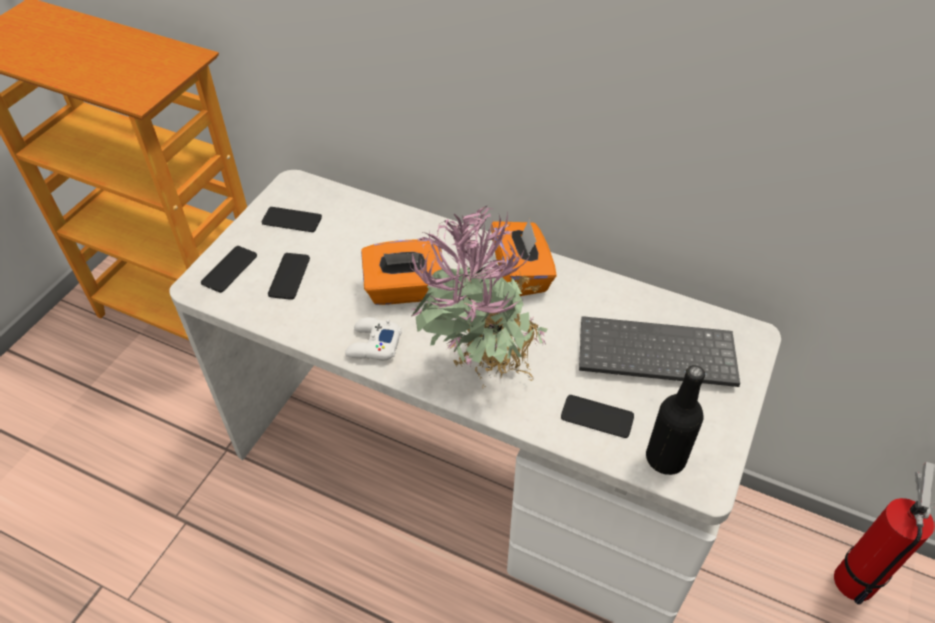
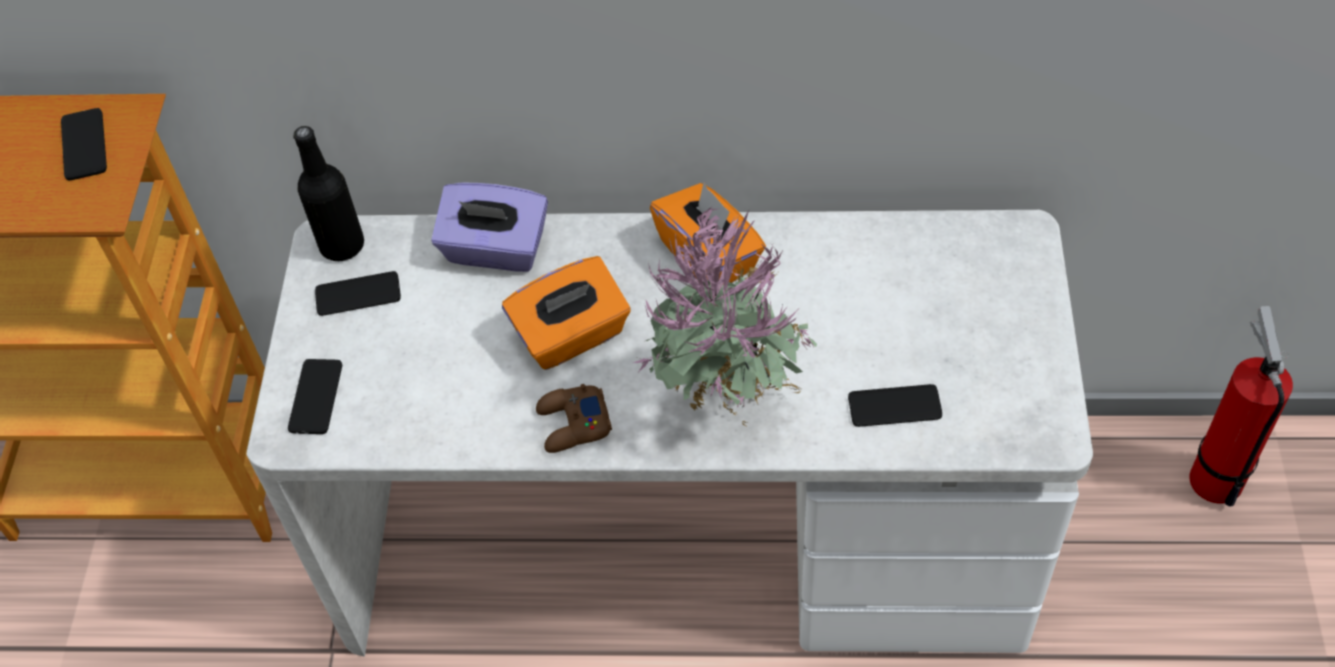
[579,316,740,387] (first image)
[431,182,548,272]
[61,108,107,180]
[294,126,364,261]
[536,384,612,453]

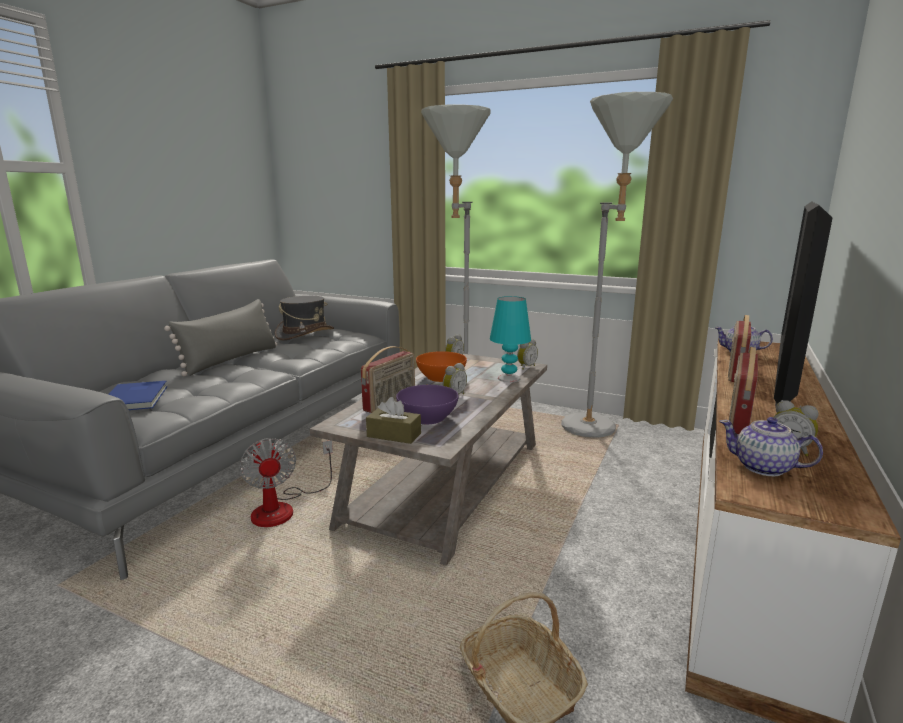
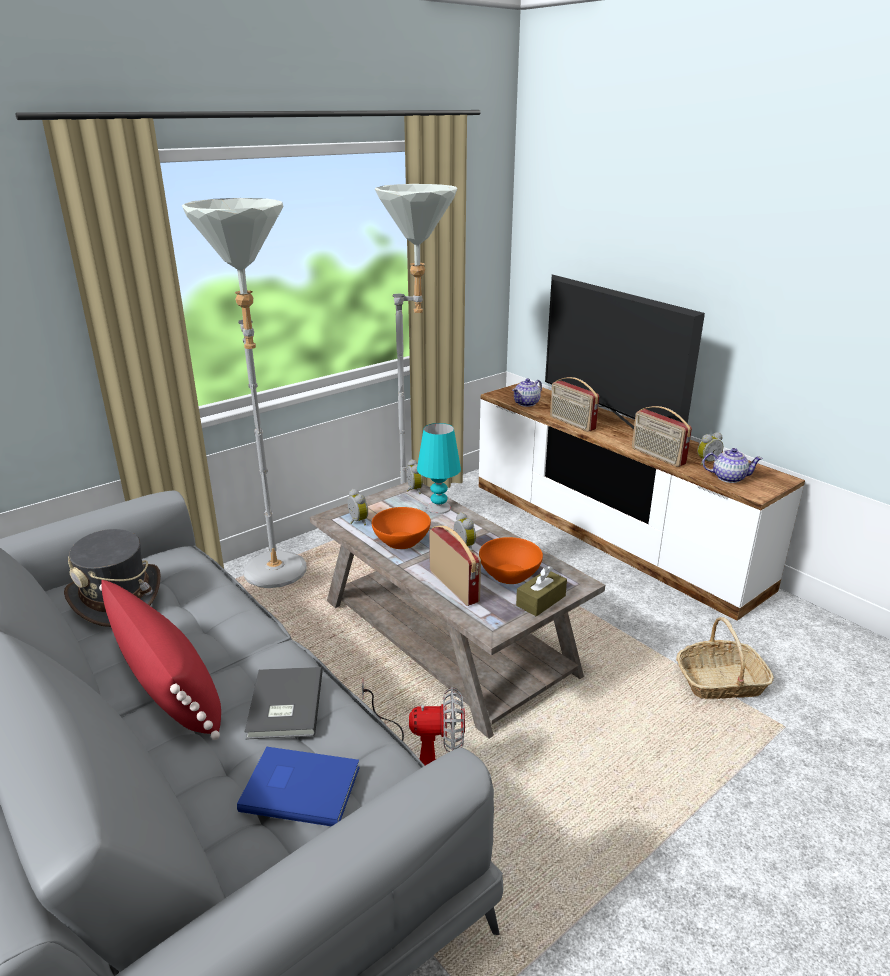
[245,667,323,739]
[99,580,221,740]
[479,537,543,584]
[703,448,763,483]

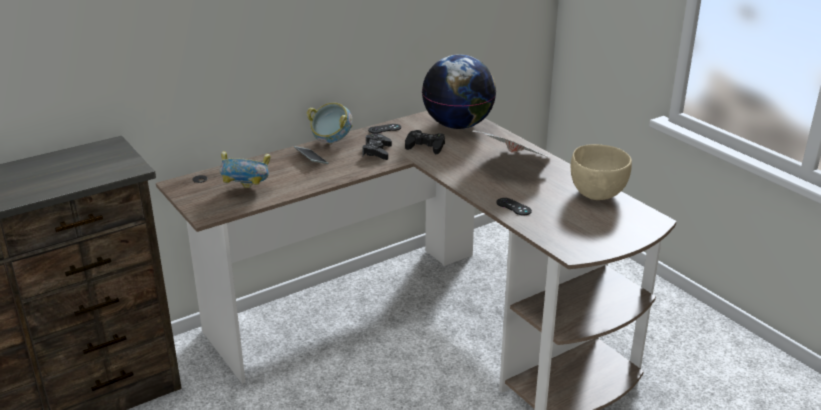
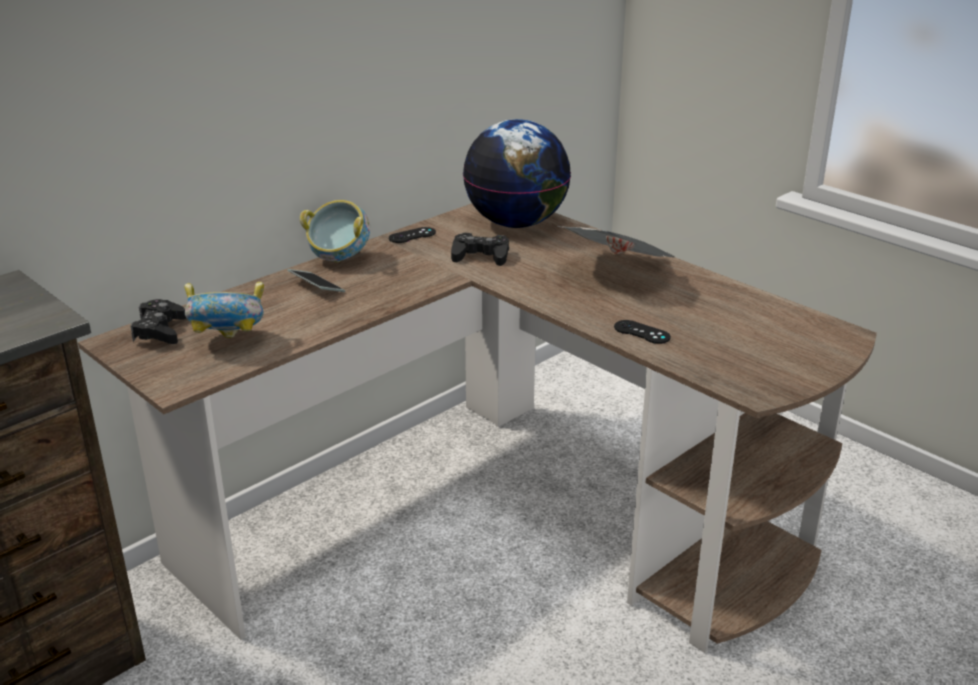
[571,144,632,200] (first image)
[131,299,186,344]

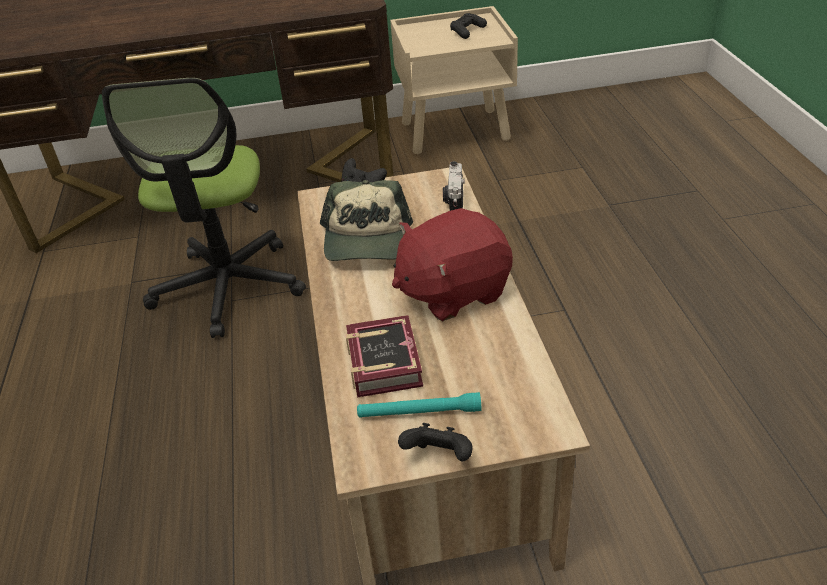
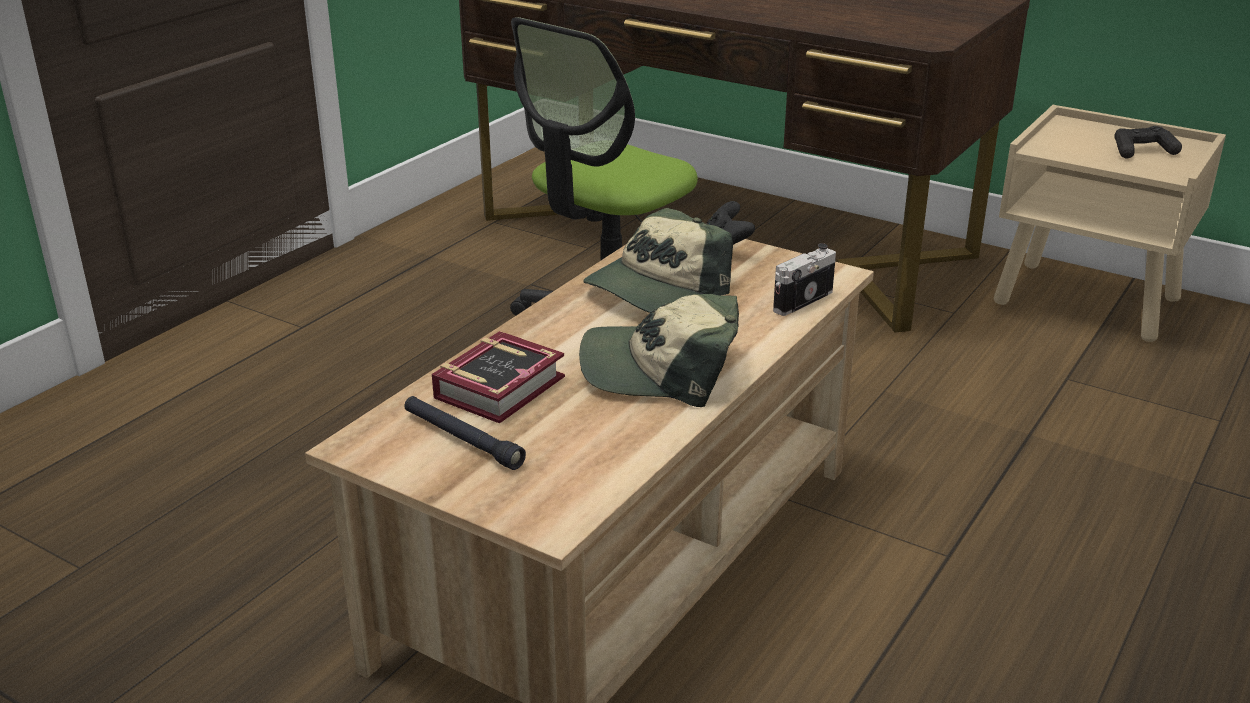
[398,423,472,461] (first image)
[579,294,739,407]
[405,396,526,470]

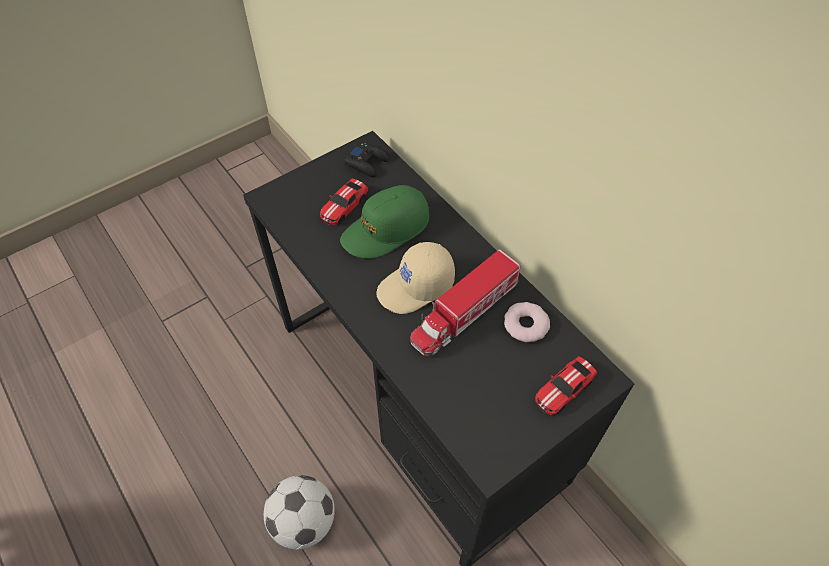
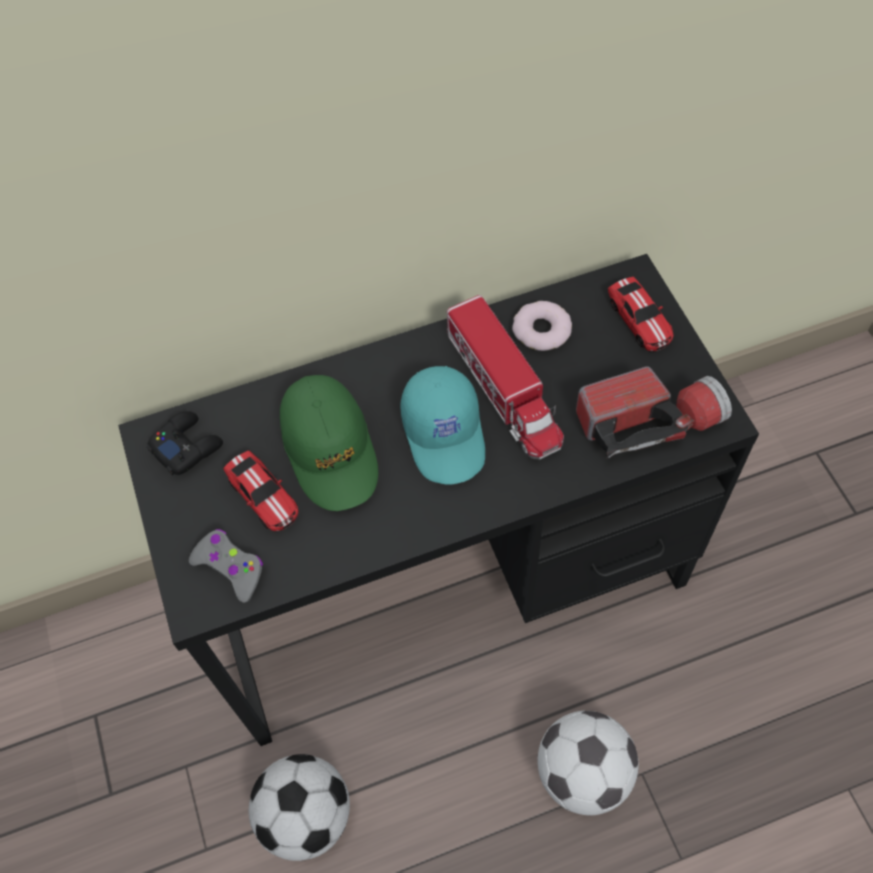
[189,529,263,603]
[248,754,350,861]
[576,366,732,458]
[400,366,485,485]

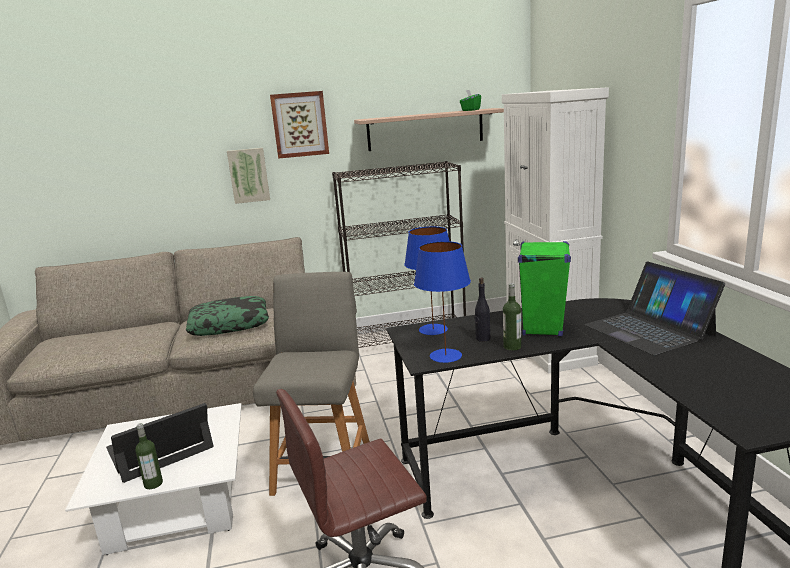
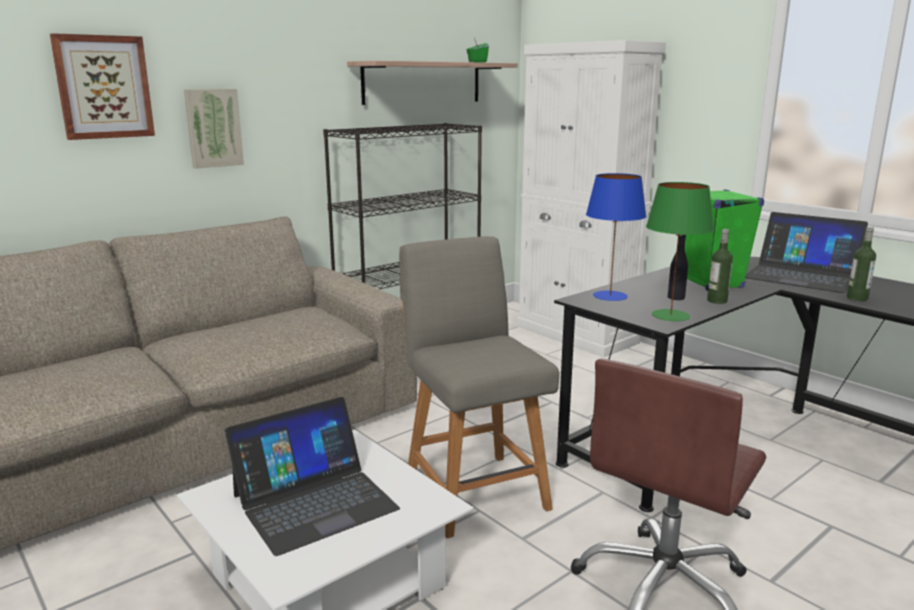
[186,296,269,336] (first image)
[847,227,876,301]
[50,33,155,140]
[646,182,714,321]
[225,397,400,556]

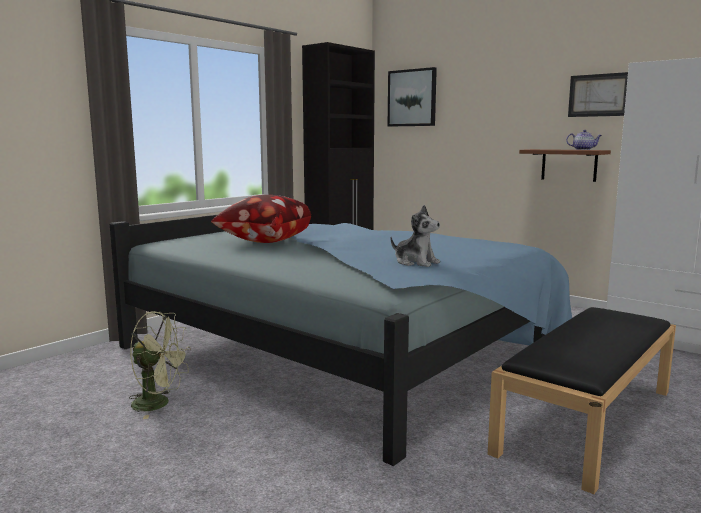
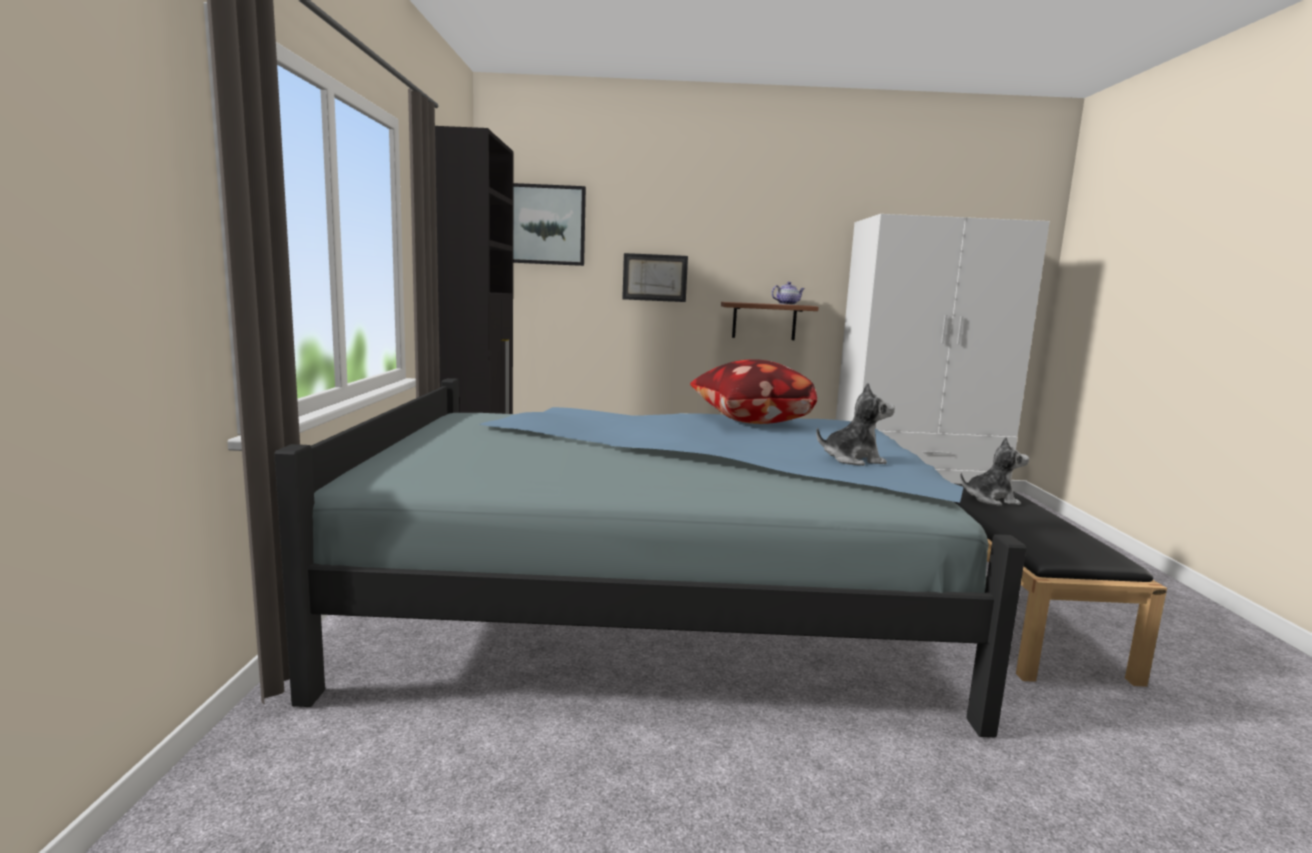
[129,311,191,419] (first image)
[960,437,1029,506]
[690,359,817,424]
[622,253,688,302]

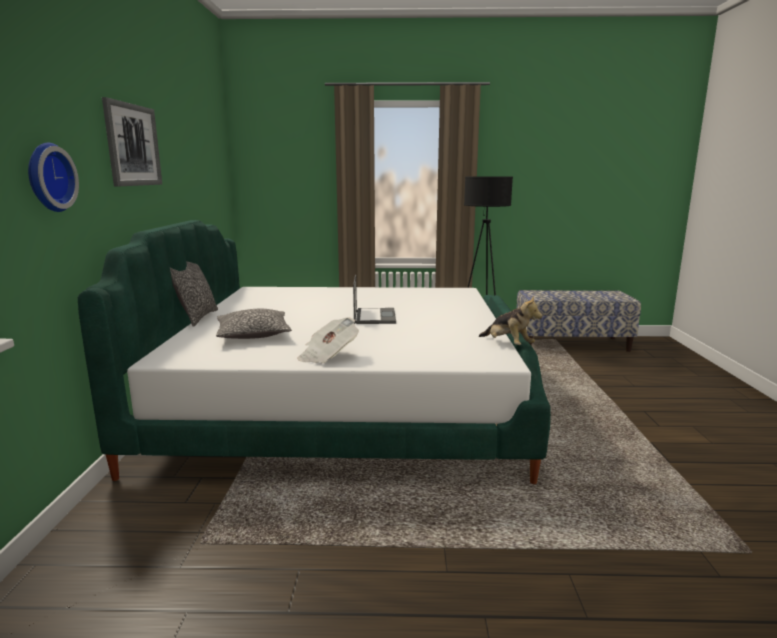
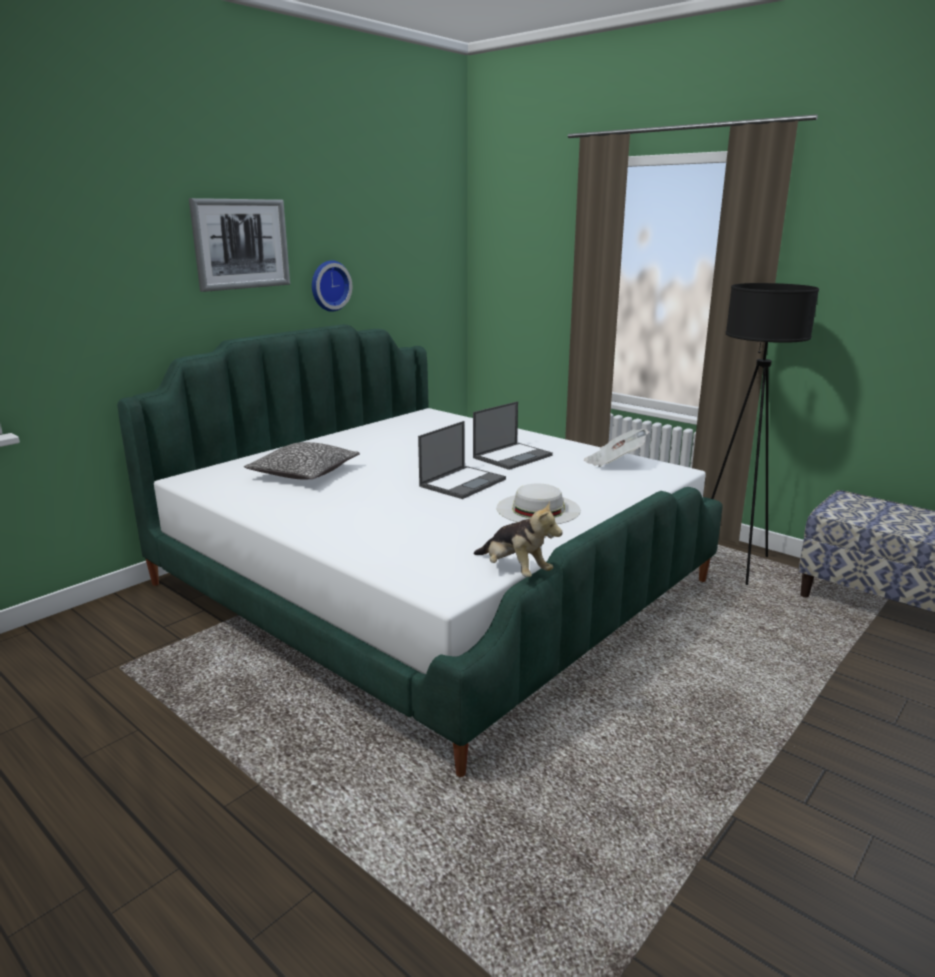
[170,261,218,327] (first image)
[473,401,553,470]
[497,483,581,524]
[312,260,352,312]
[584,429,649,467]
[474,501,563,577]

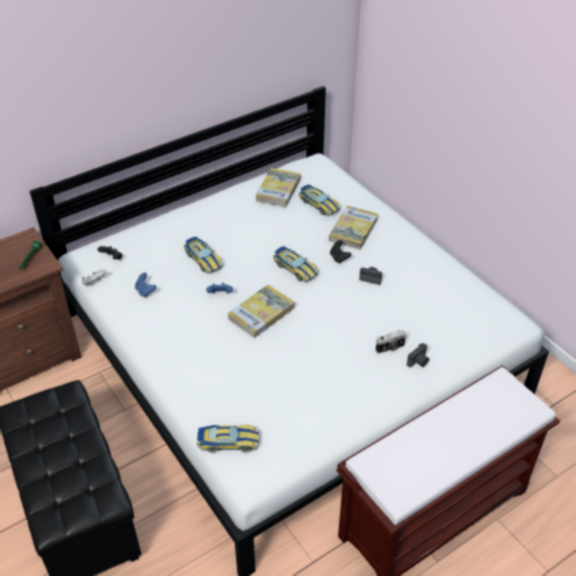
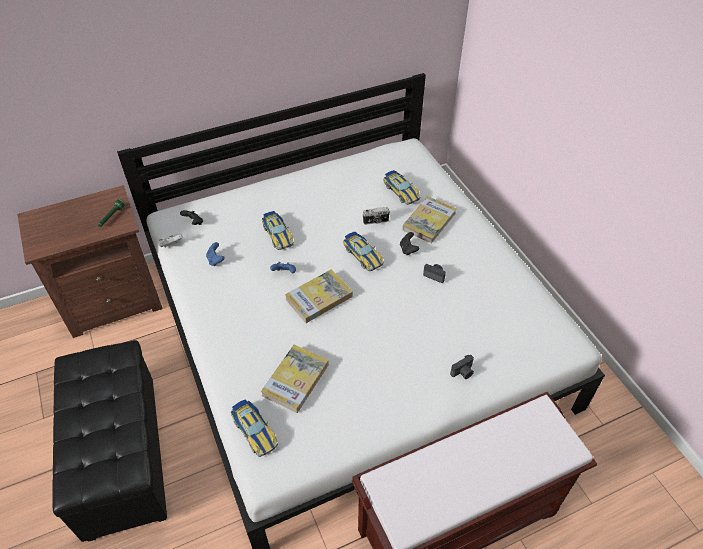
[261,345,329,413]
[363,207,390,225]
[230,399,278,457]

